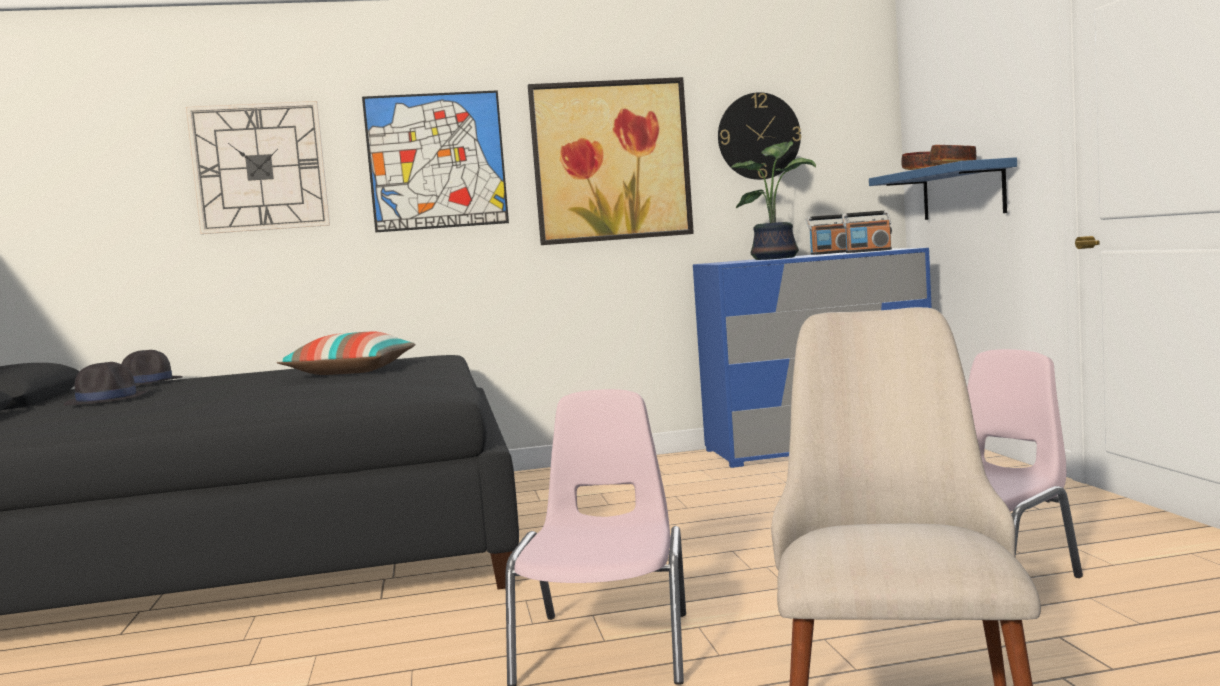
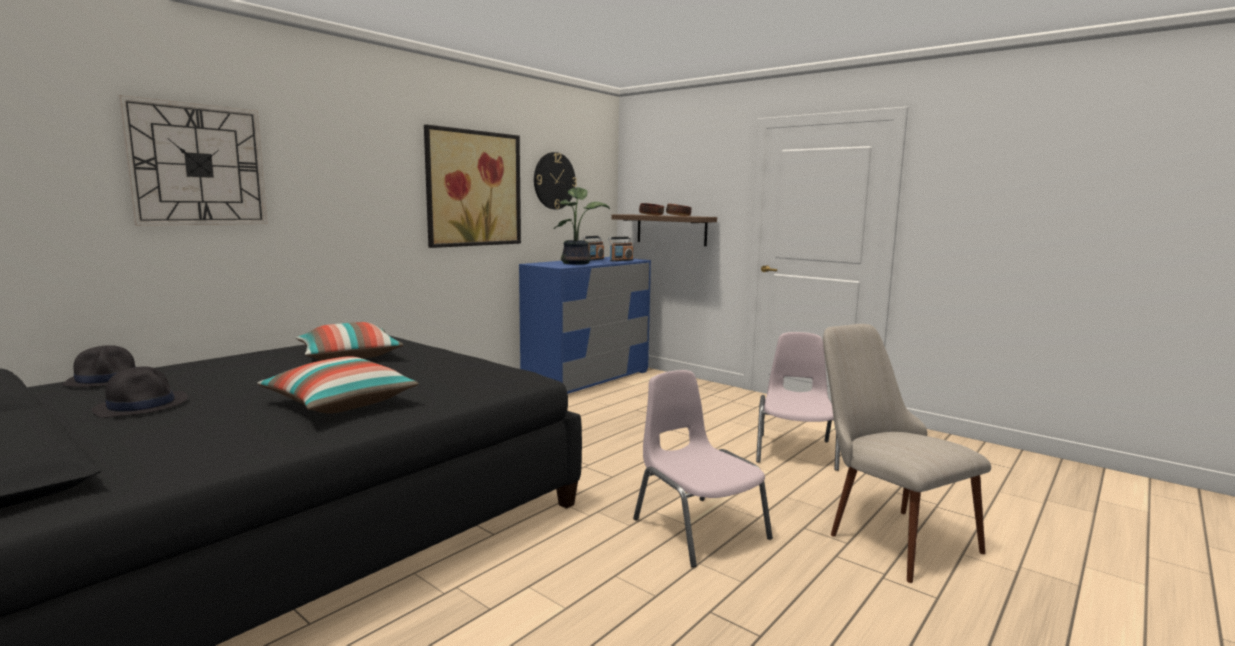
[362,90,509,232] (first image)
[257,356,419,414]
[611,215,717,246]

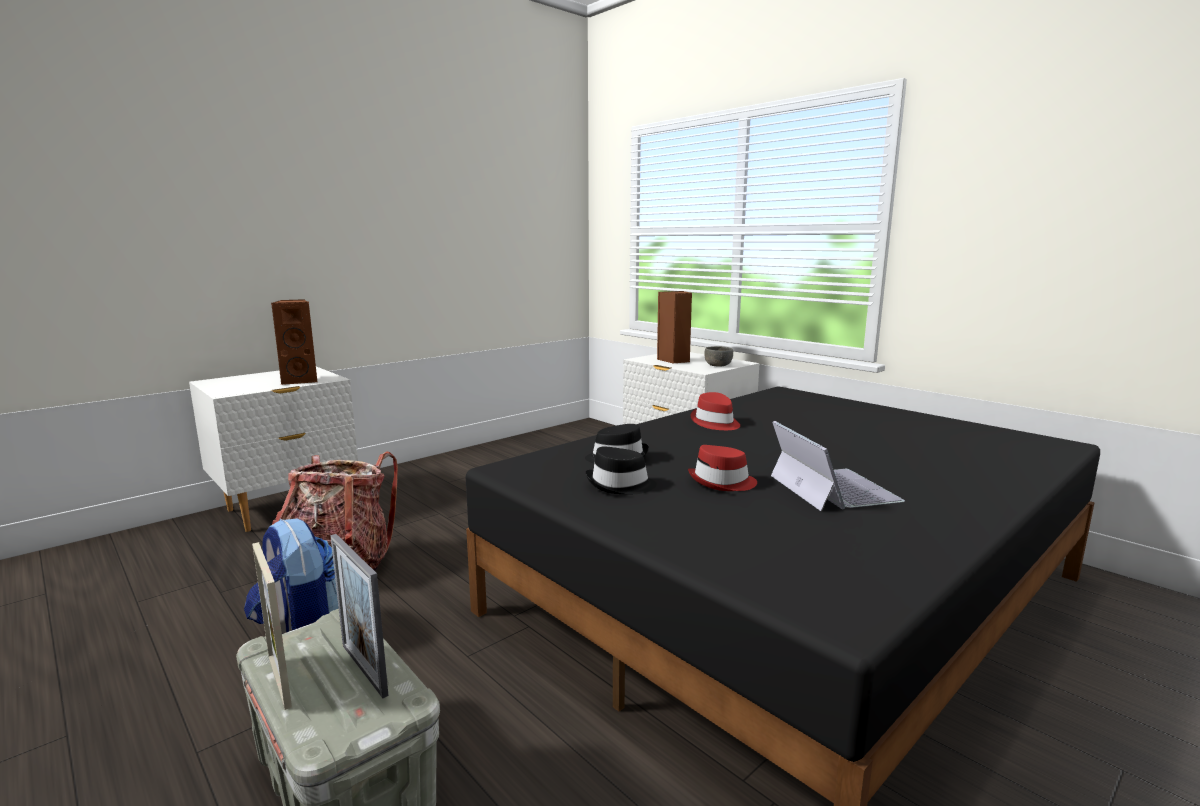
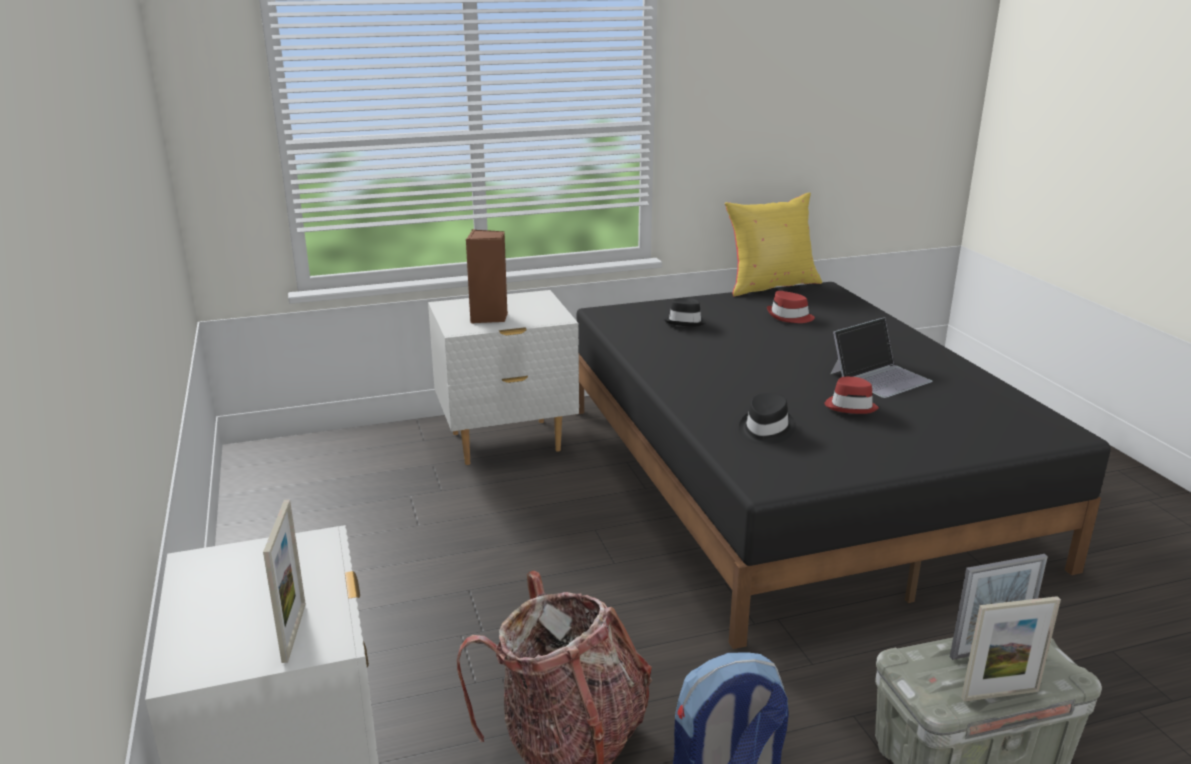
[271,299,317,385] (first image)
[704,346,733,366] (first image)
[263,500,306,663]
[725,192,822,296]
[664,298,706,326]
[767,291,815,323]
[830,317,933,398]

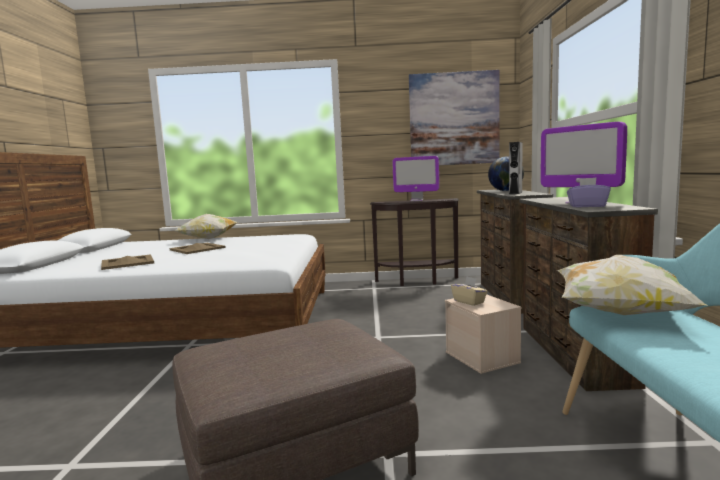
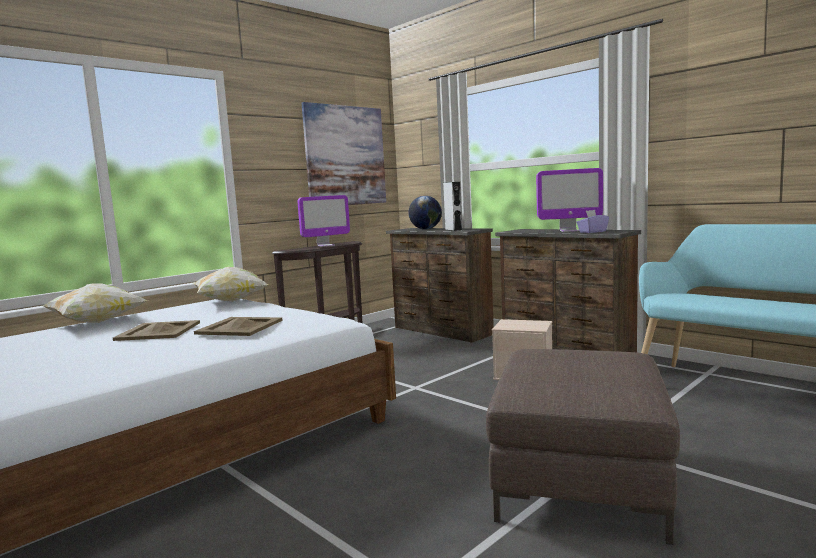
[451,276,488,306] (first image)
[194,317,283,336]
[194,267,268,302]

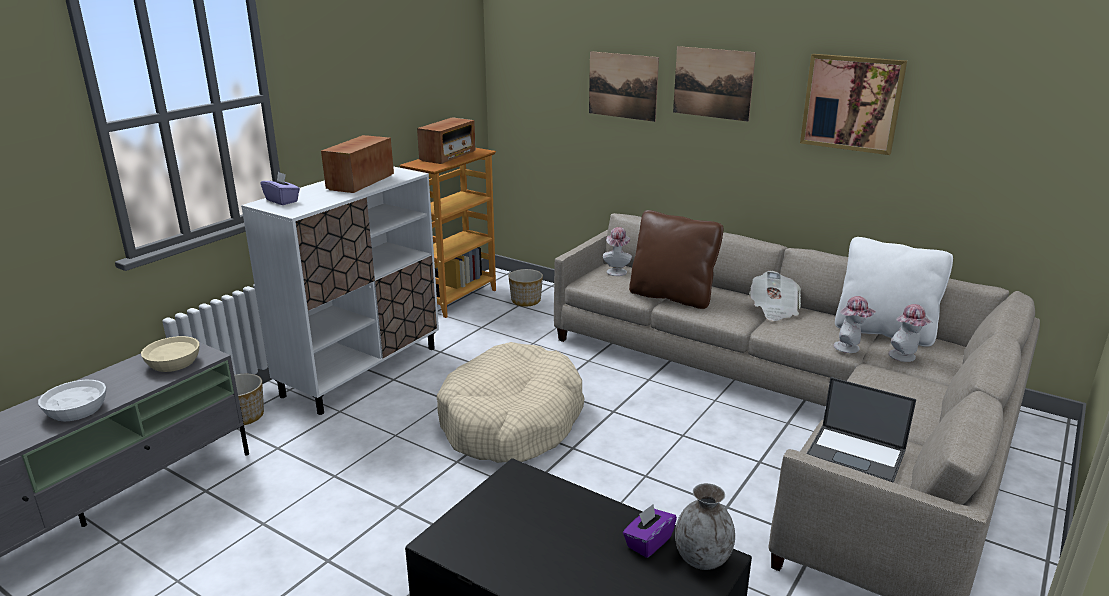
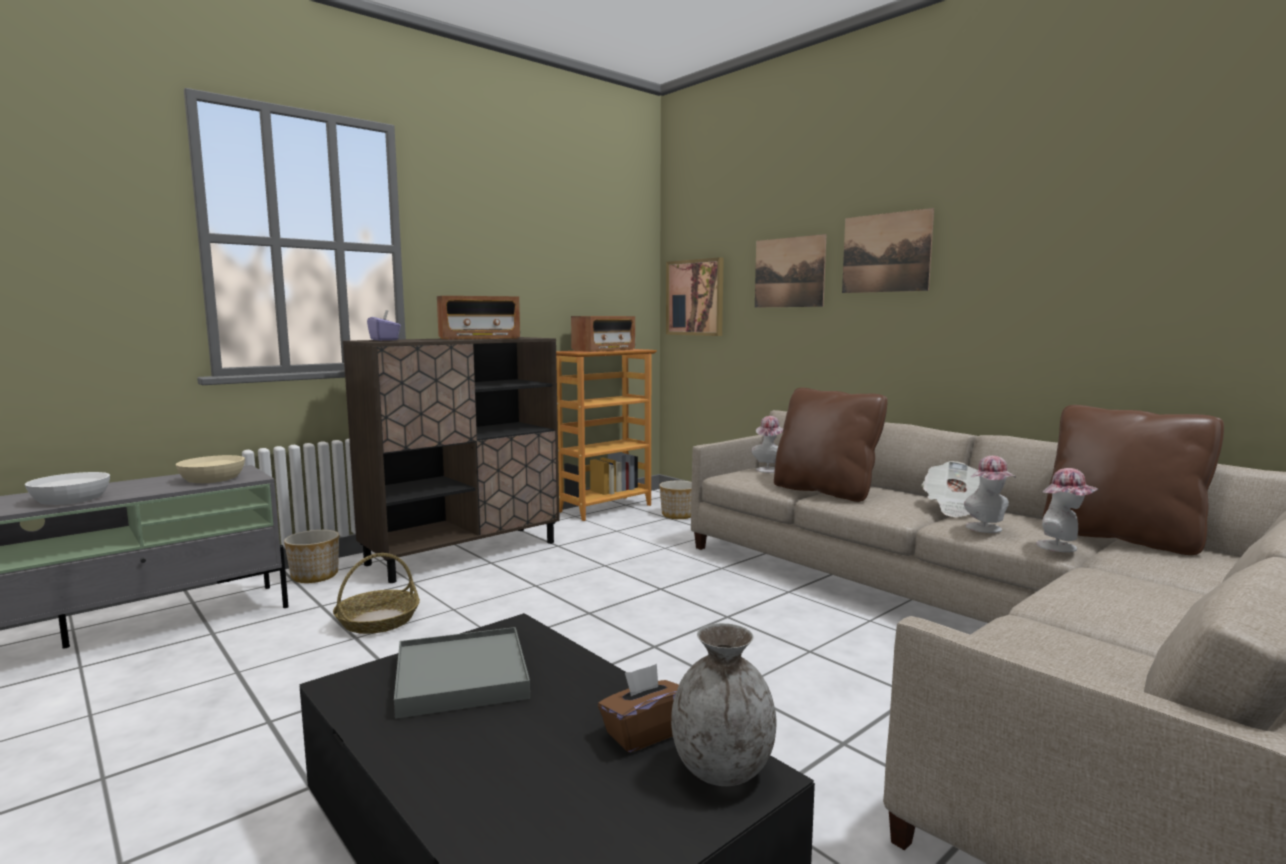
[437,342,585,463] (first image)
[806,377,916,483] (first image)
[333,553,420,634]
[394,627,530,719]
[666,257,724,336]
[964,456,1016,533]
[343,337,560,583]
[598,664,679,753]
[1043,405,1224,555]
[437,296,520,340]

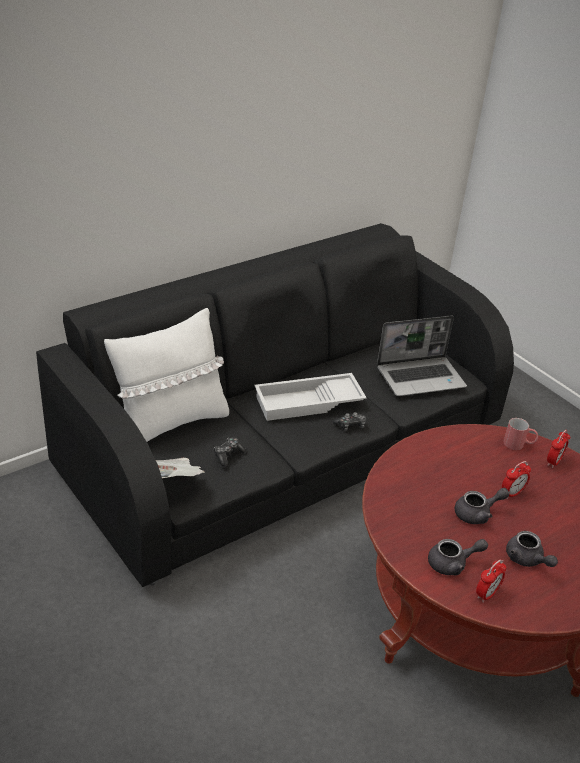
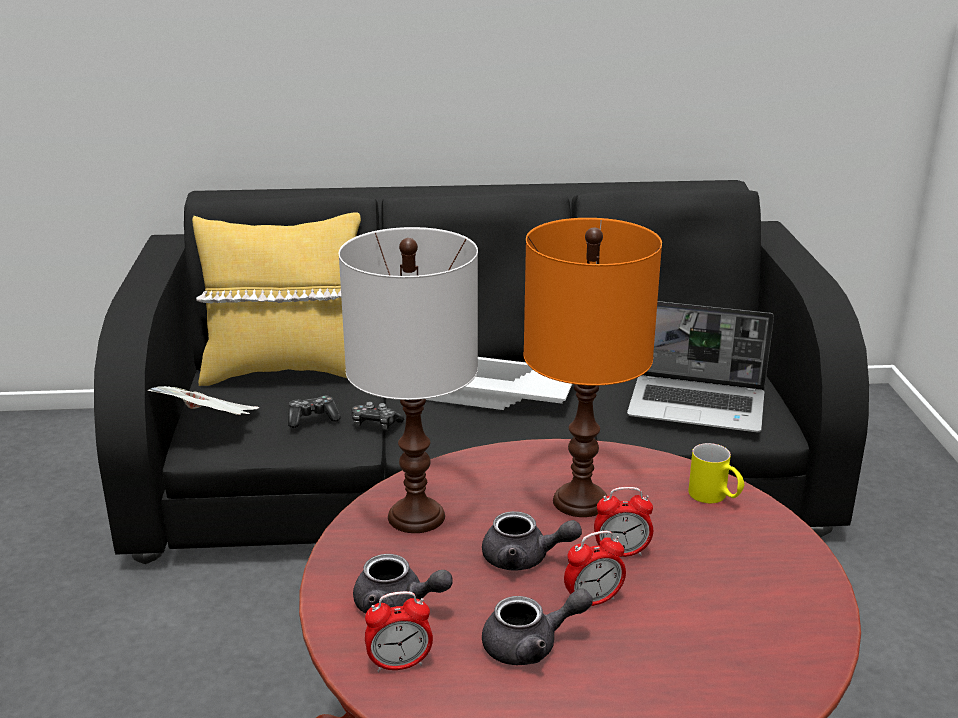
[339,227,478,533]
[524,218,662,517]
[352,401,404,429]
[564,531,626,606]
[192,212,361,386]
[688,443,744,503]
[482,588,593,665]

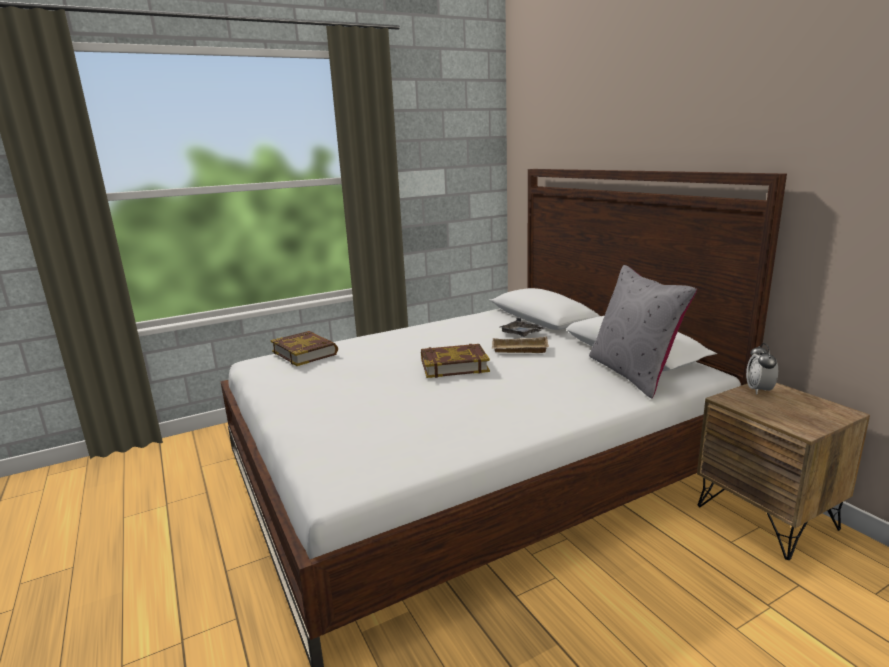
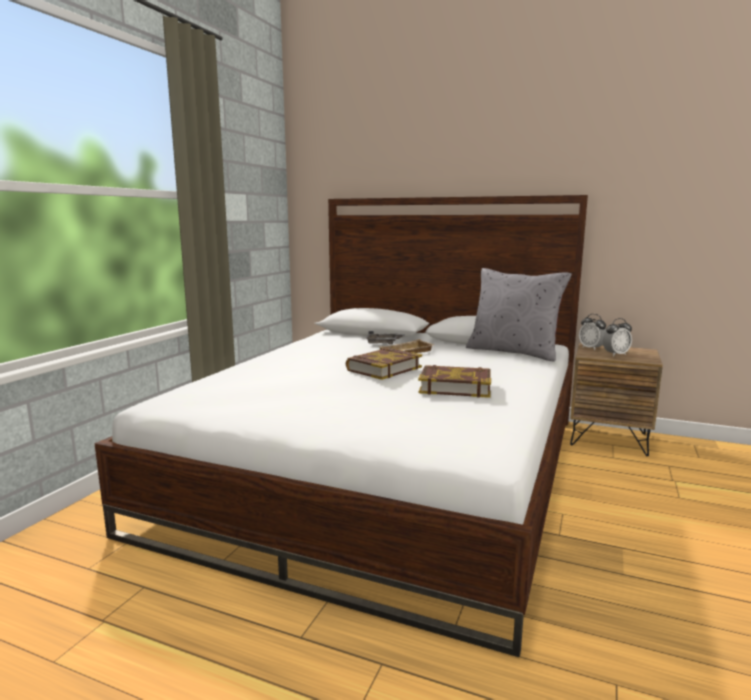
[603,318,632,356]
[418,365,491,398]

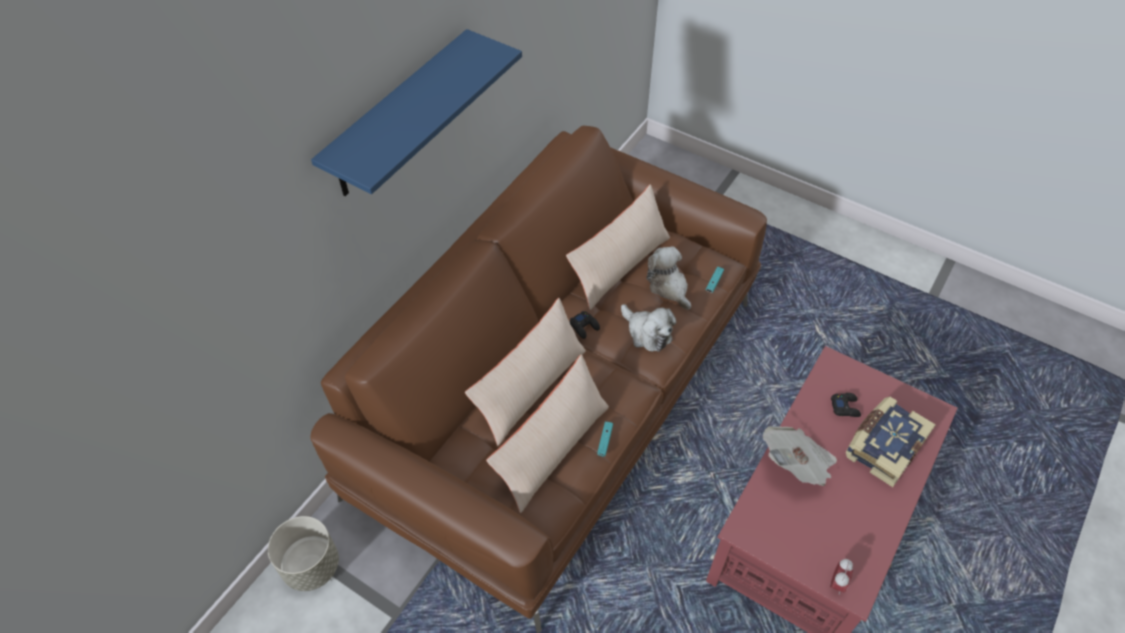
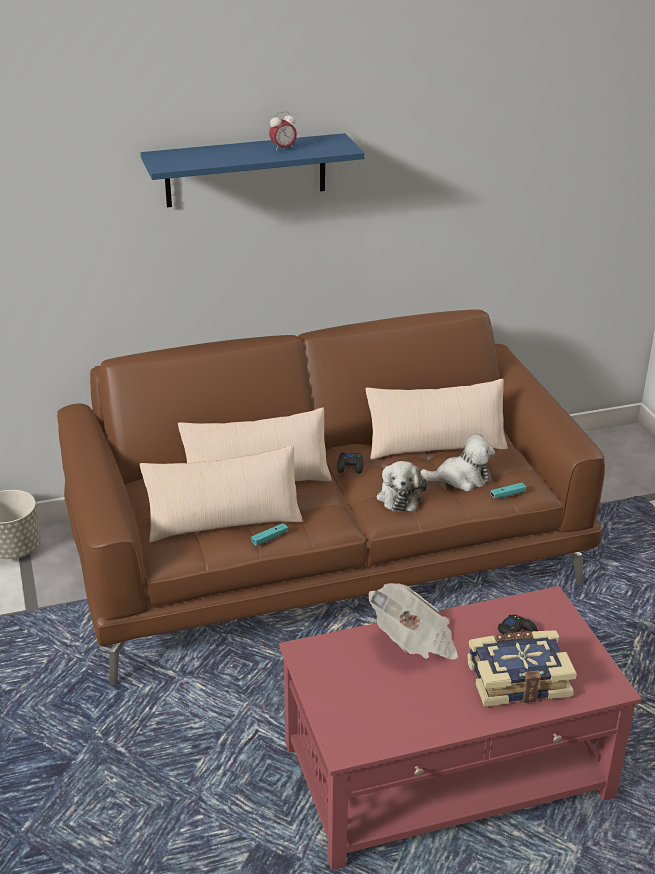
[269,111,297,151]
[420,434,495,491]

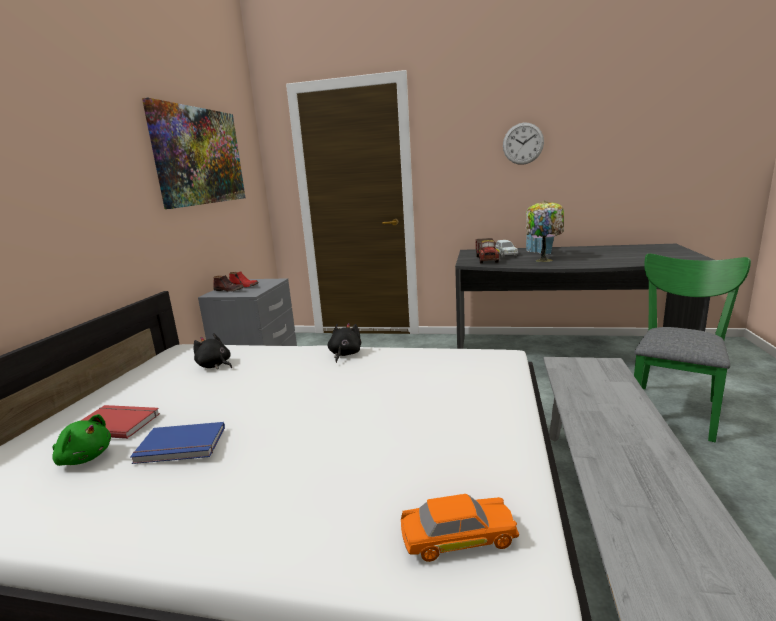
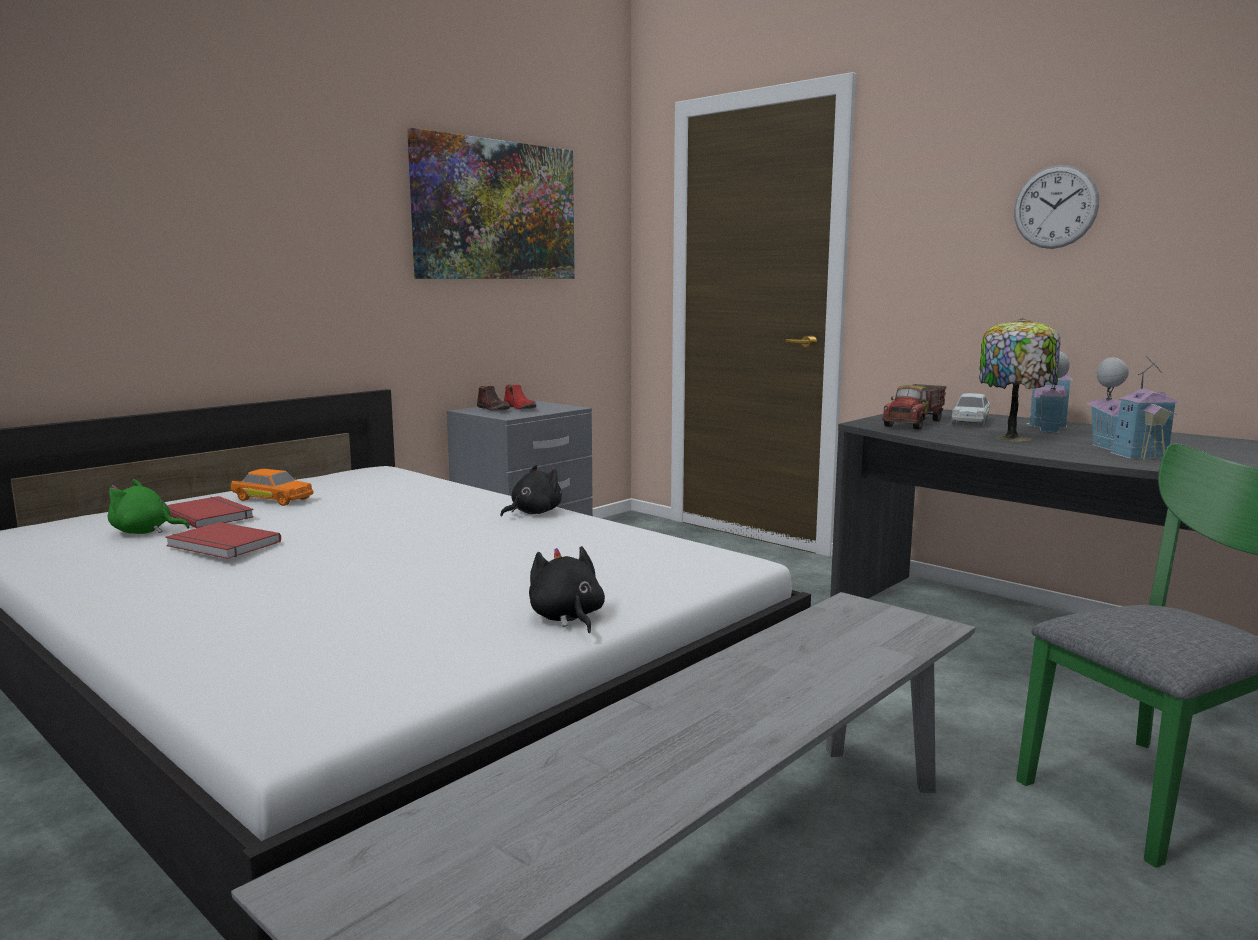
[1087,356,1180,460]
[529,546,605,633]
[231,469,313,506]
[165,522,281,559]
[108,479,190,534]

